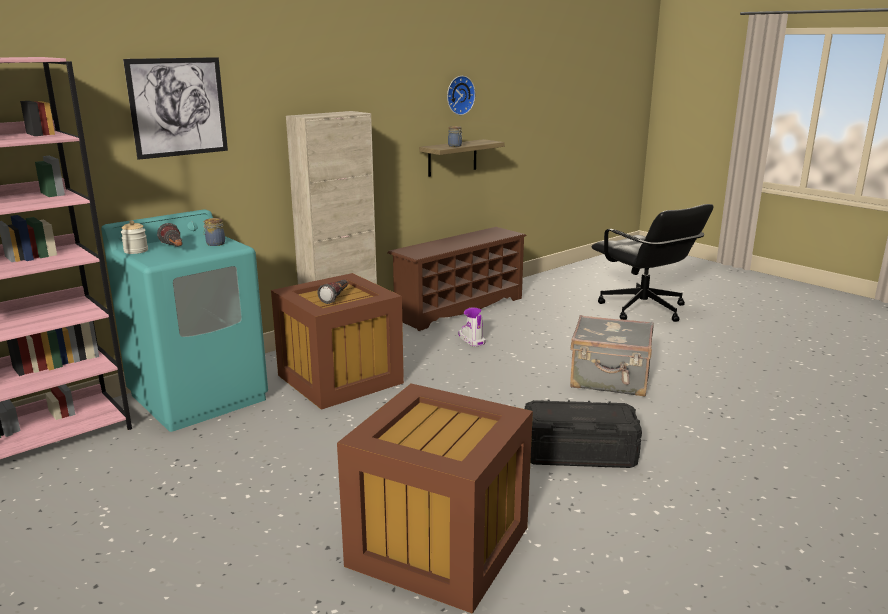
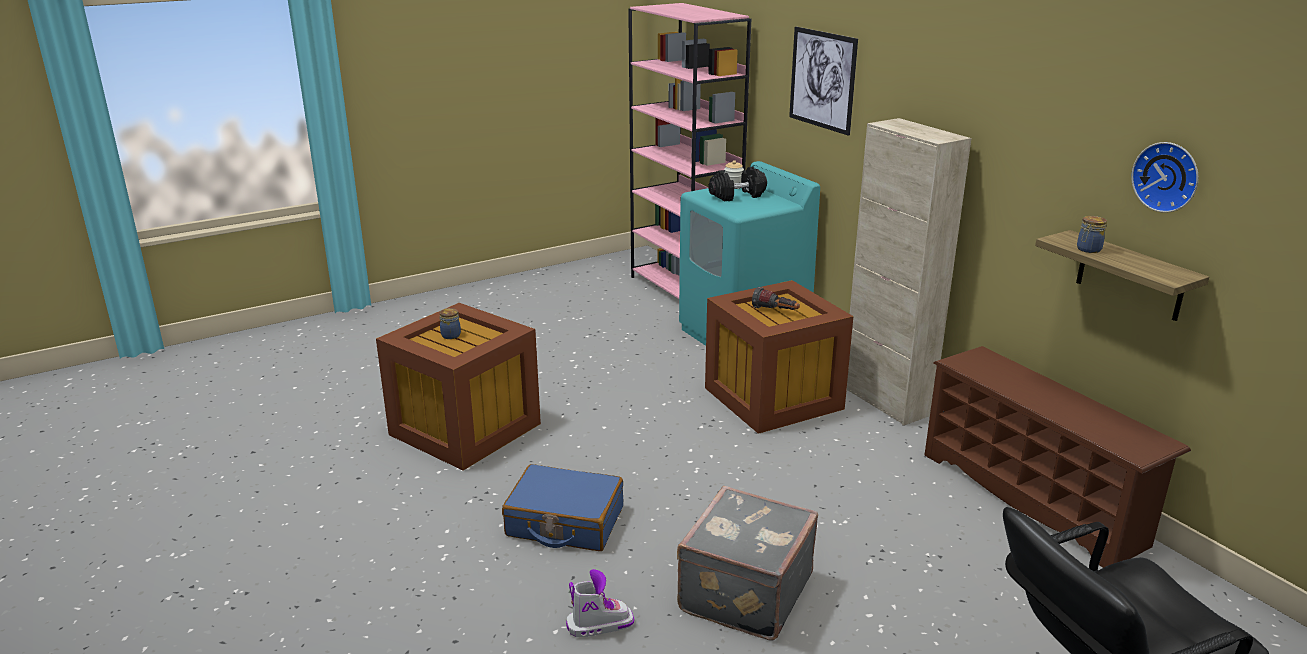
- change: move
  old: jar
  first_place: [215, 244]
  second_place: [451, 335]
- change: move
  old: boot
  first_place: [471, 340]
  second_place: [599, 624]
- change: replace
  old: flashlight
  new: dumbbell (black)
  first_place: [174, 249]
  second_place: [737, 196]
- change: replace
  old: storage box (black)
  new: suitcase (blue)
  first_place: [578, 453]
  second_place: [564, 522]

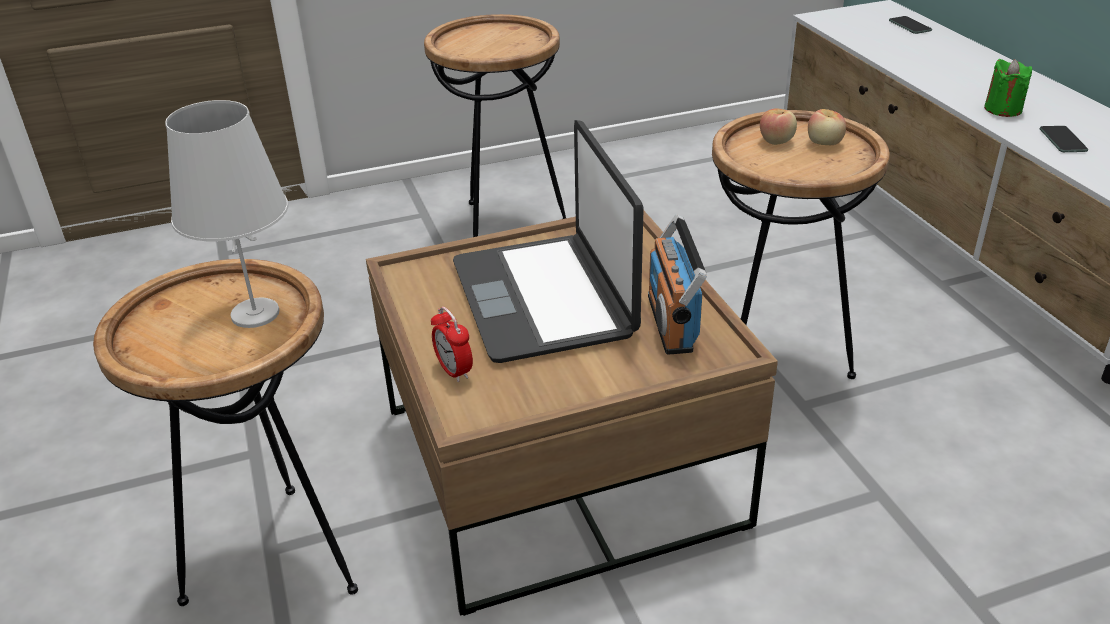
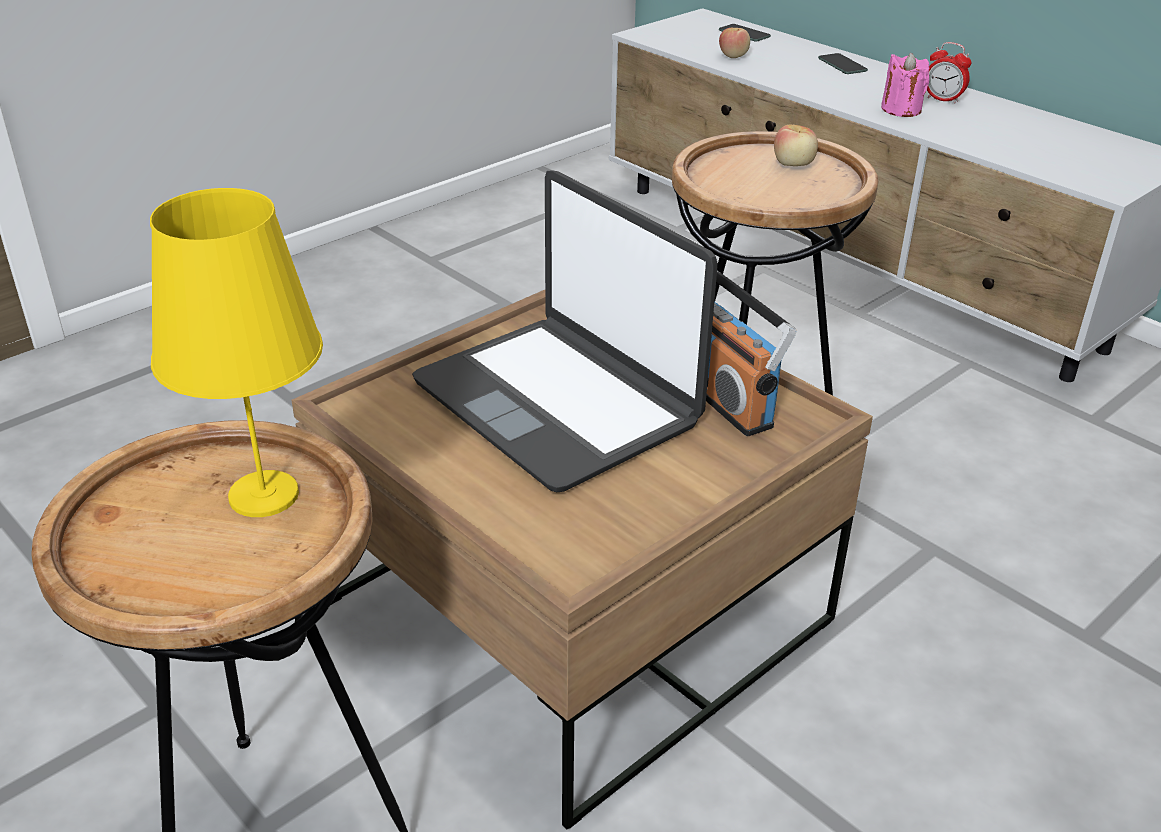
- change: delete
  old: side table (brown)
  first_place: [504, 226]
- change: move
  old: alarm clock
  first_place: [454, 371]
  second_place: [942, 99]
- change: move
  old: apple
  first_place: [776, 141]
  second_place: [733, 56]
- change: move
  old: phone
  first_place: [1062, 140]
  second_place: [842, 65]
- change: recolor
  old: table lamp (white)
  new: table lamp (yellow)
  first_place: [256, 314]
  second_place: [265, 495]
- change: recolor
  old: candle (green)
  new: candle (pink)
  first_place: [1003, 109]
  second_place: [901, 110]

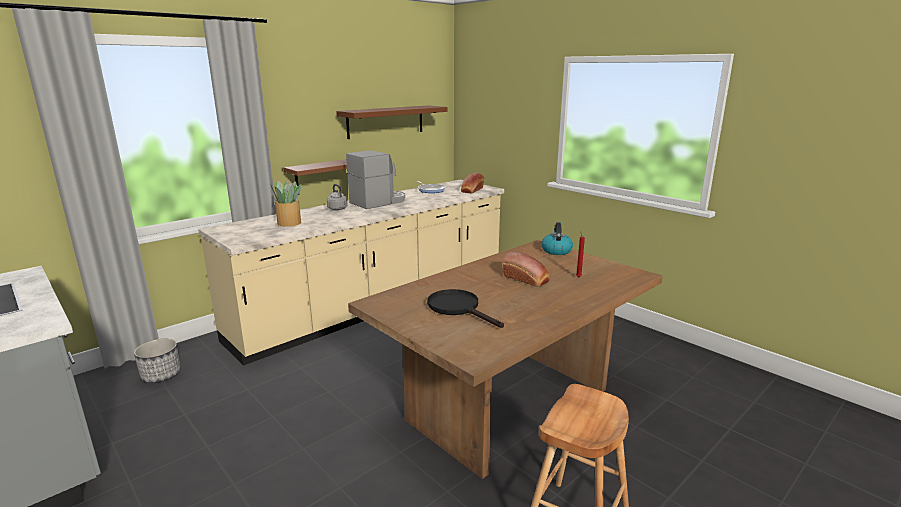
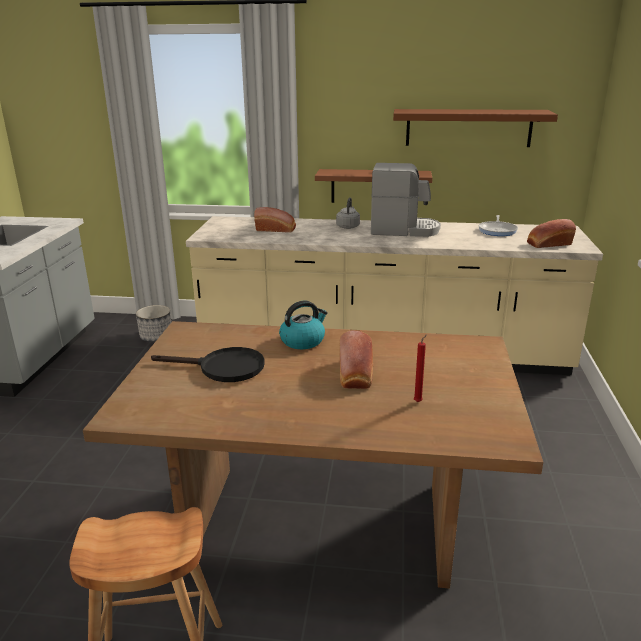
- change: move
  old: kettle
  first_place: [556, 250]
  second_place: [303, 341]
- change: replace
  old: potted plant
  new: bread
  first_place: [289, 223]
  second_place: [276, 229]
- change: rotate
  old: frying pan (black)
  first_place: [458, 308]
  second_place: [223, 368]
  degrees: 90

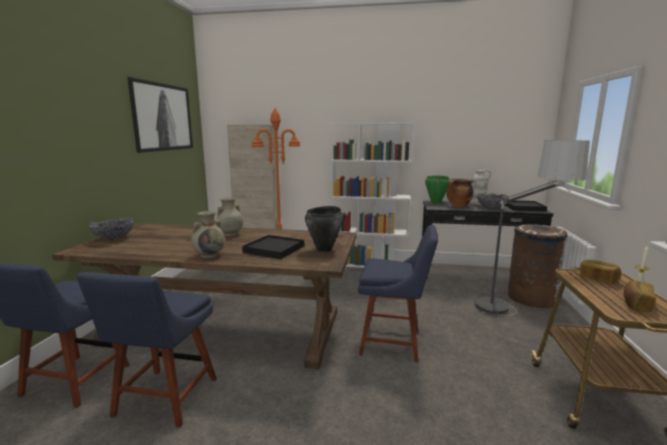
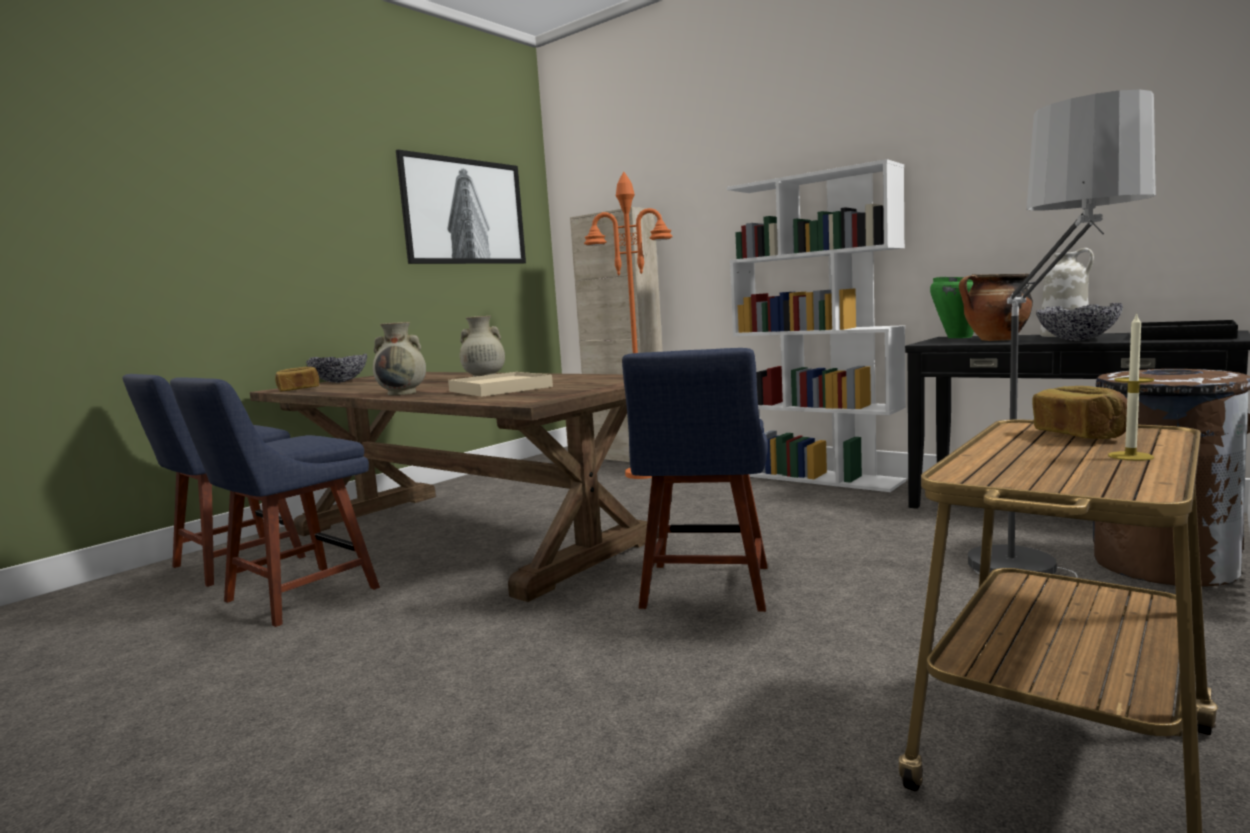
- change: delete
  old: cooking pot (black)
  first_place: [324, 249]
- change: move
  old: bread
  first_place: [636, 305]
  second_place: [299, 389]
- change: recolor
  old: tray (black)
  new: tray (beige)
  first_place: [274, 249]
  second_place: [500, 389]
- change: rotate
  old: chair (blue)
  first_place: [394, 342]
  second_place: [705, 590]
  degrees: 60

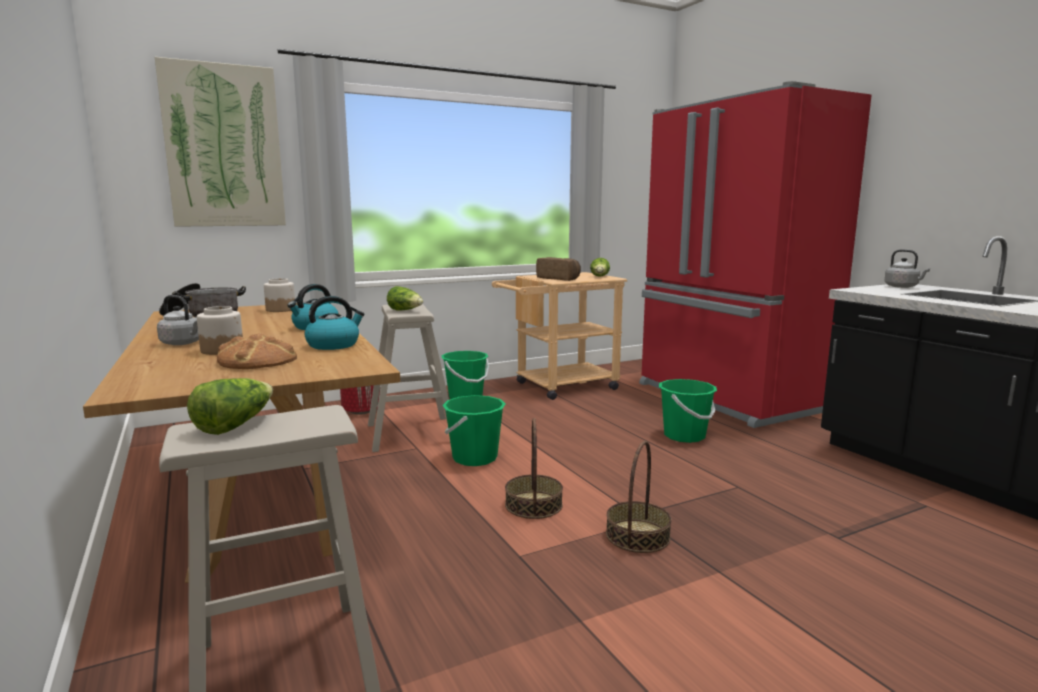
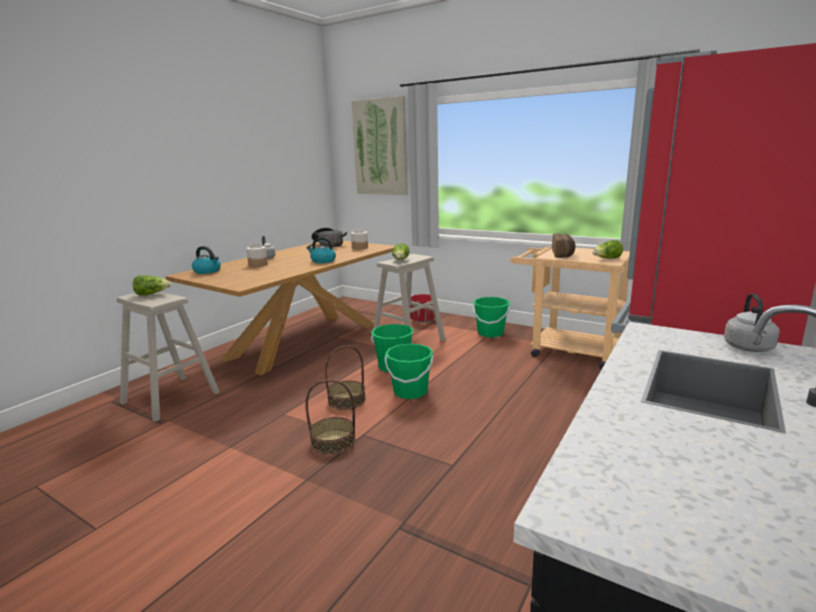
- change: delete
  old: bread
  first_place: [257, 361]
- change: move
  old: kettle
  first_place: [334, 345]
  second_place: [208, 271]
- change: move
  old: bucket (green)
  first_place: [684, 436]
  second_place: [410, 392]

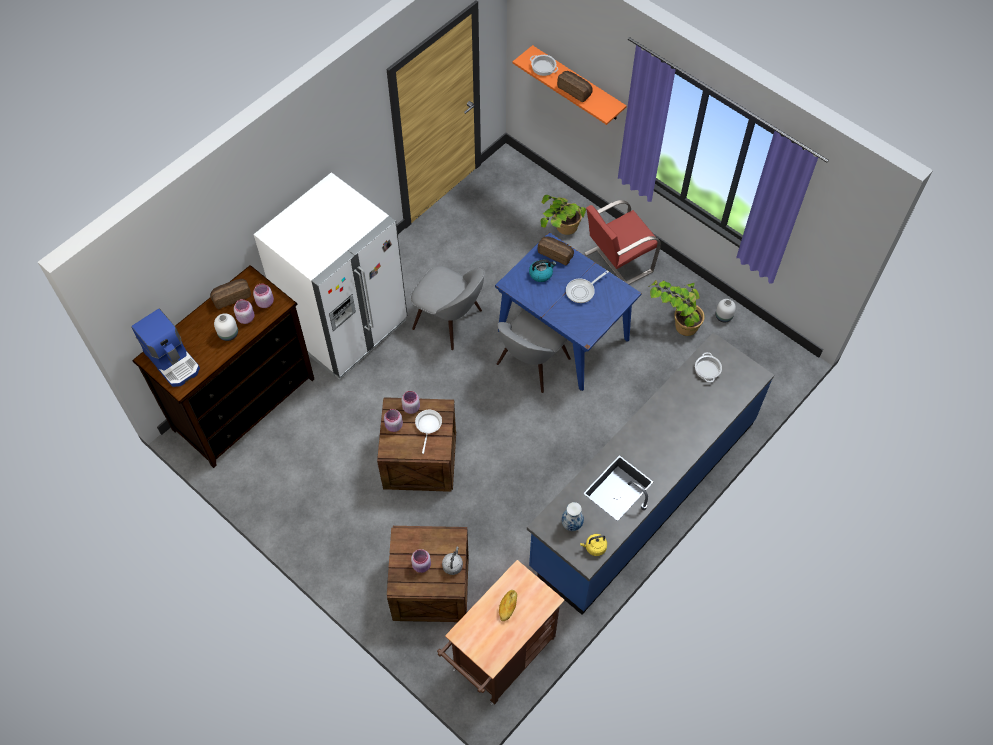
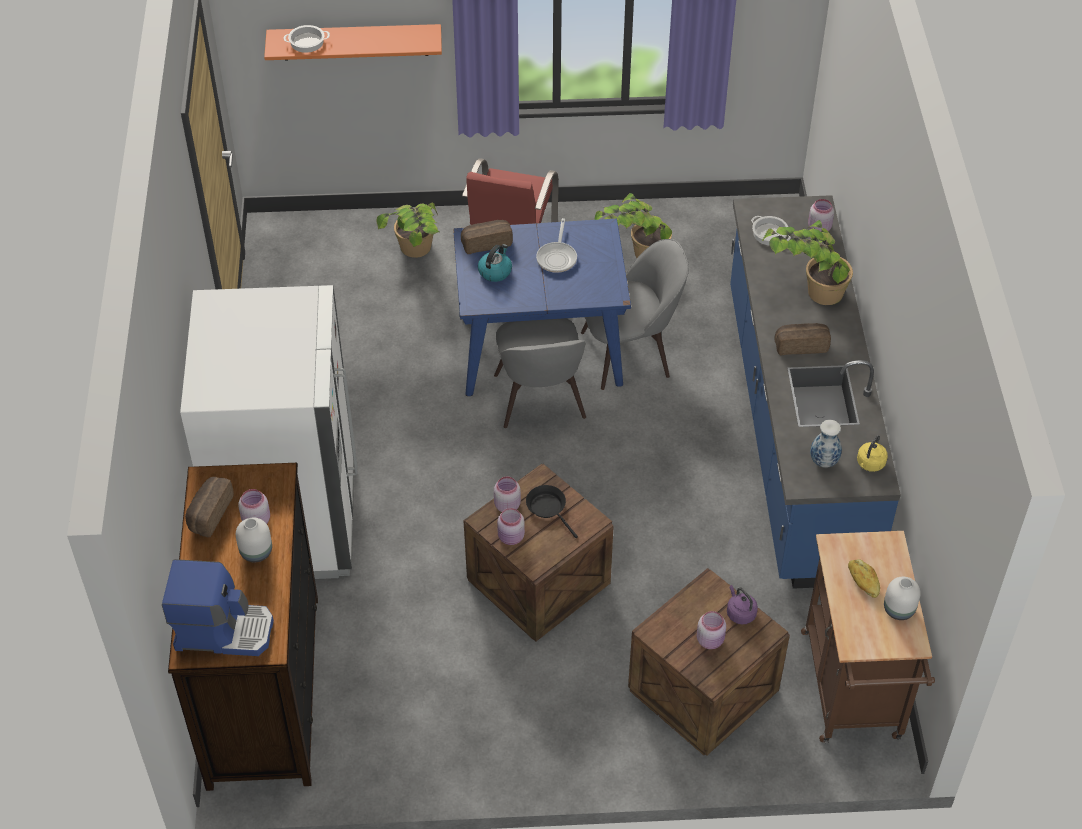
- change: insert
  new: potted plant
  second_place: [806, 292]
- change: move
  old: jar (pink)
  first_place: [265, 302]
  second_place: [818, 228]
- change: move
  old: chair (grey)
  first_place: [450, 321]
  second_place: [629, 353]
- change: move
  old: bread
  first_place: [575, 90]
  second_place: [801, 345]
- change: move
  old: vase (white)
  first_place: [723, 316]
  second_place: [898, 609]
- change: recolor
  old: frying pan (white)
  new: frying pan (black)
  first_place: [428, 426]
  second_place: [548, 508]
- change: recolor
  old: kettle (grey)
  new: kettle (purple)
  first_place: [453, 565]
  second_place: [740, 613]

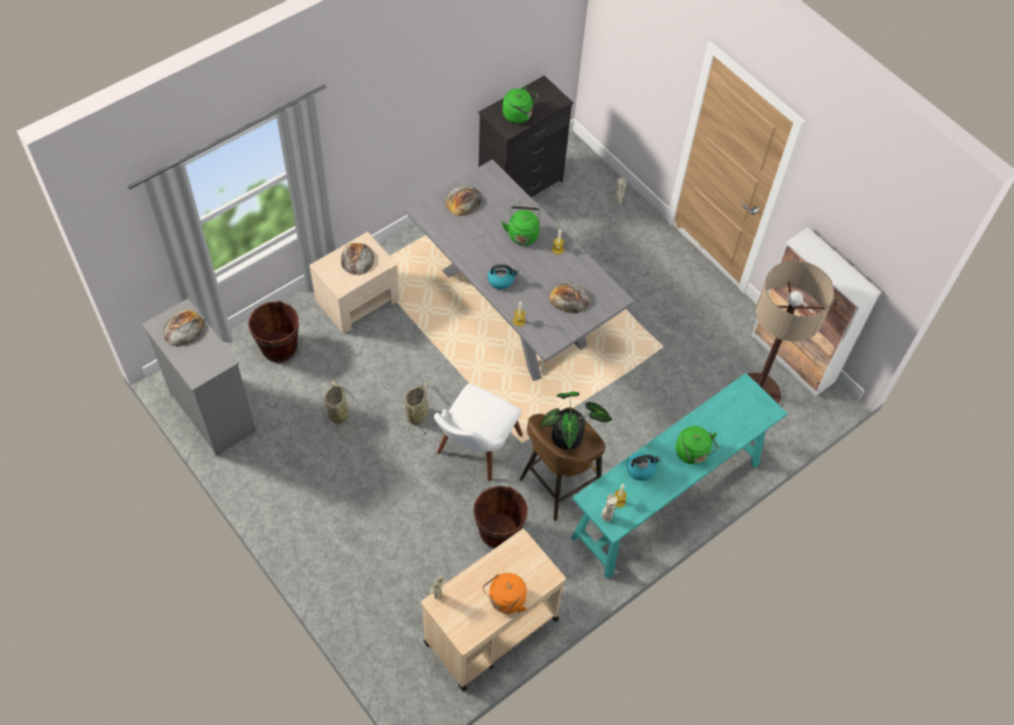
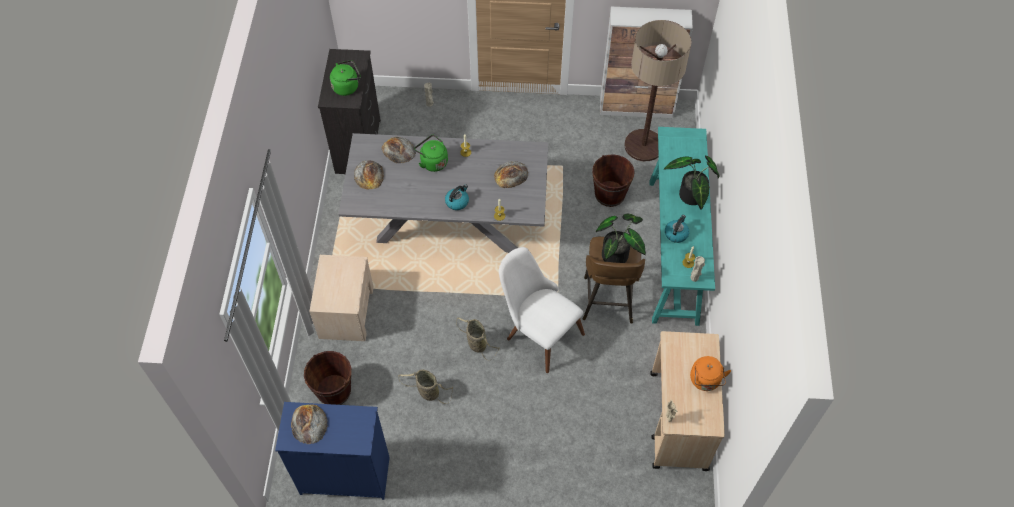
- change: move
  old: bread
  first_place: [357, 259]
  second_place: [398, 150]
- change: move
  old: bucket (brown)
  first_place: [498, 531]
  second_place: [609, 194]
- change: replace
  old: kettle (green)
  new: potted plant
  first_place: [693, 453]
  second_place: [690, 197]
- change: recolor
  old: dresser (grey)
  new: dresser (blue)
  first_place: [213, 411]
  second_place: [344, 475]
- change: rotate
  old: chair (white)
  first_place: [473, 452]
  second_place: [537, 331]
  degrees: 150

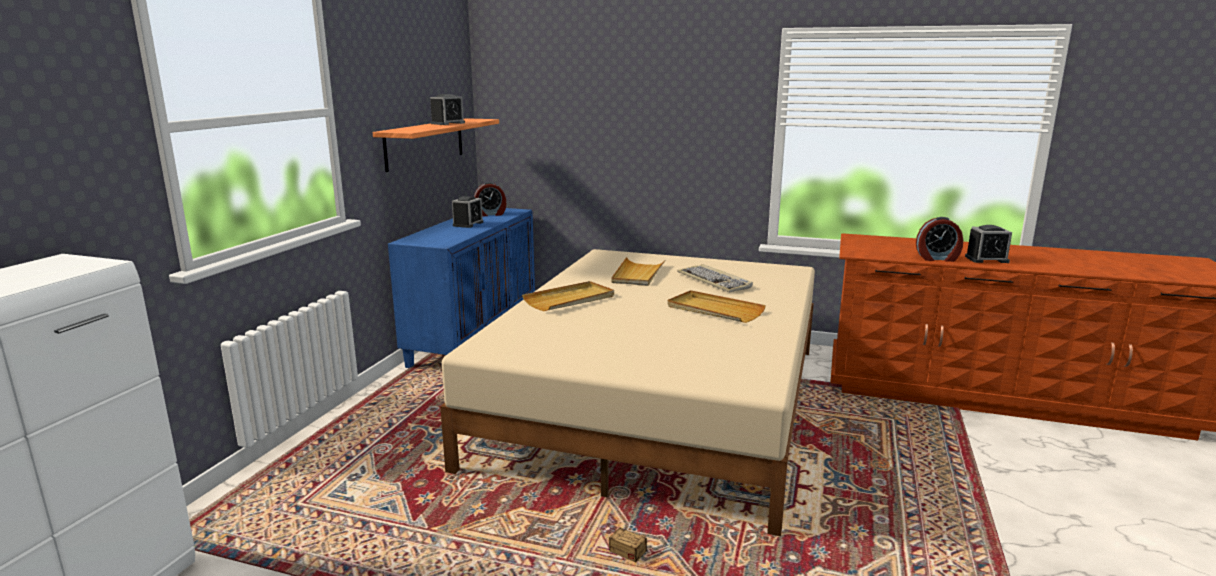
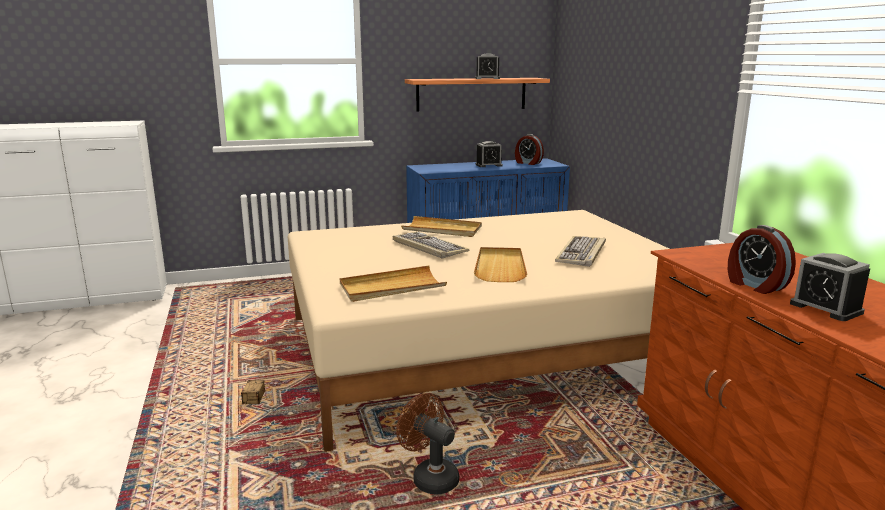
- change: insert
  new: keyboard
  second_place: [428, 247]
- change: insert
  new: fan (brown)
  second_place: [430, 477]
- change: move
  old: tray (beige)
  first_place: [638, 274]
  second_place: [391, 287]

